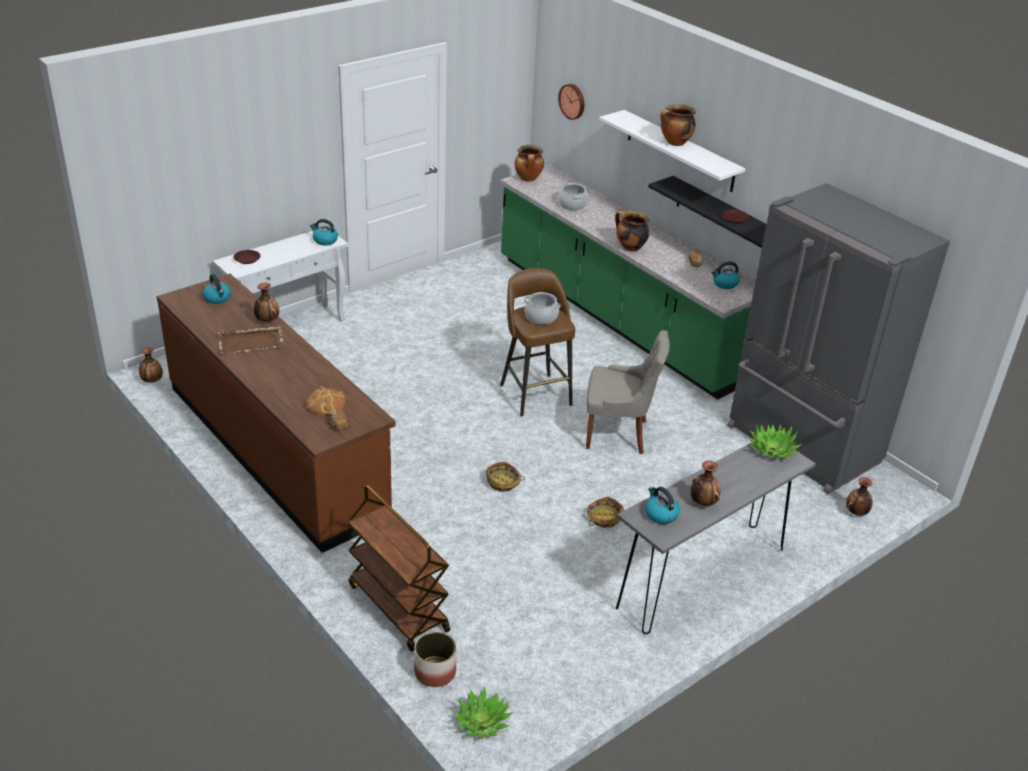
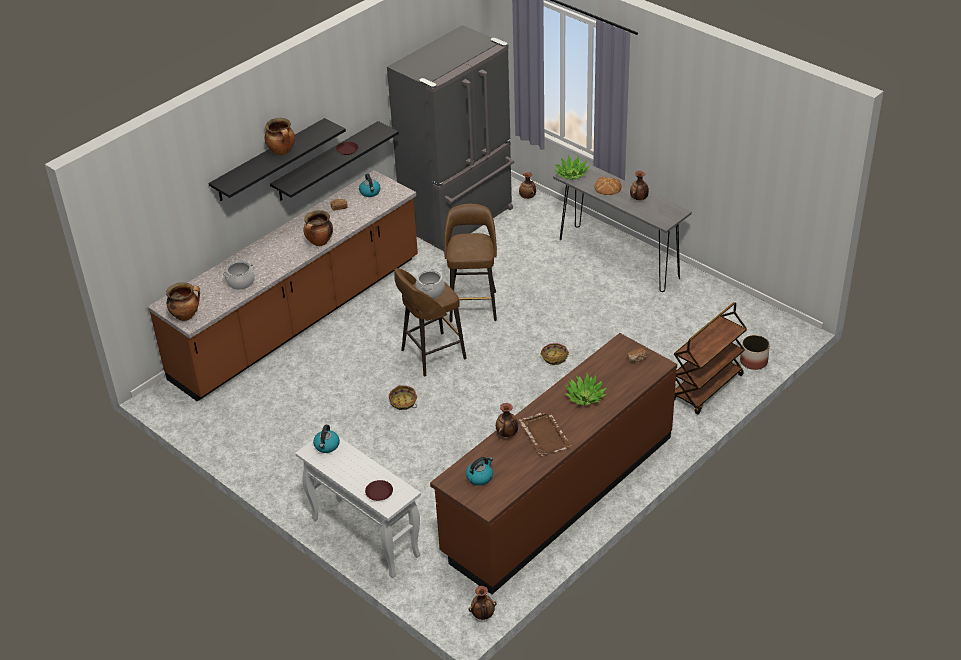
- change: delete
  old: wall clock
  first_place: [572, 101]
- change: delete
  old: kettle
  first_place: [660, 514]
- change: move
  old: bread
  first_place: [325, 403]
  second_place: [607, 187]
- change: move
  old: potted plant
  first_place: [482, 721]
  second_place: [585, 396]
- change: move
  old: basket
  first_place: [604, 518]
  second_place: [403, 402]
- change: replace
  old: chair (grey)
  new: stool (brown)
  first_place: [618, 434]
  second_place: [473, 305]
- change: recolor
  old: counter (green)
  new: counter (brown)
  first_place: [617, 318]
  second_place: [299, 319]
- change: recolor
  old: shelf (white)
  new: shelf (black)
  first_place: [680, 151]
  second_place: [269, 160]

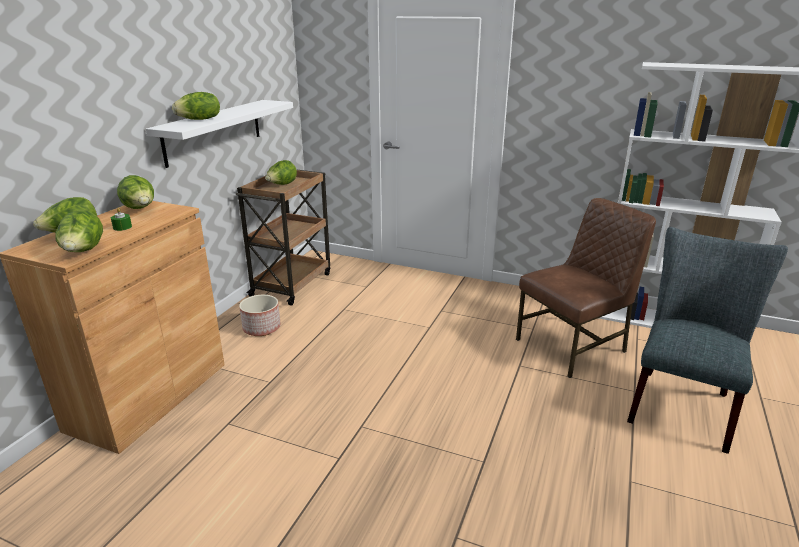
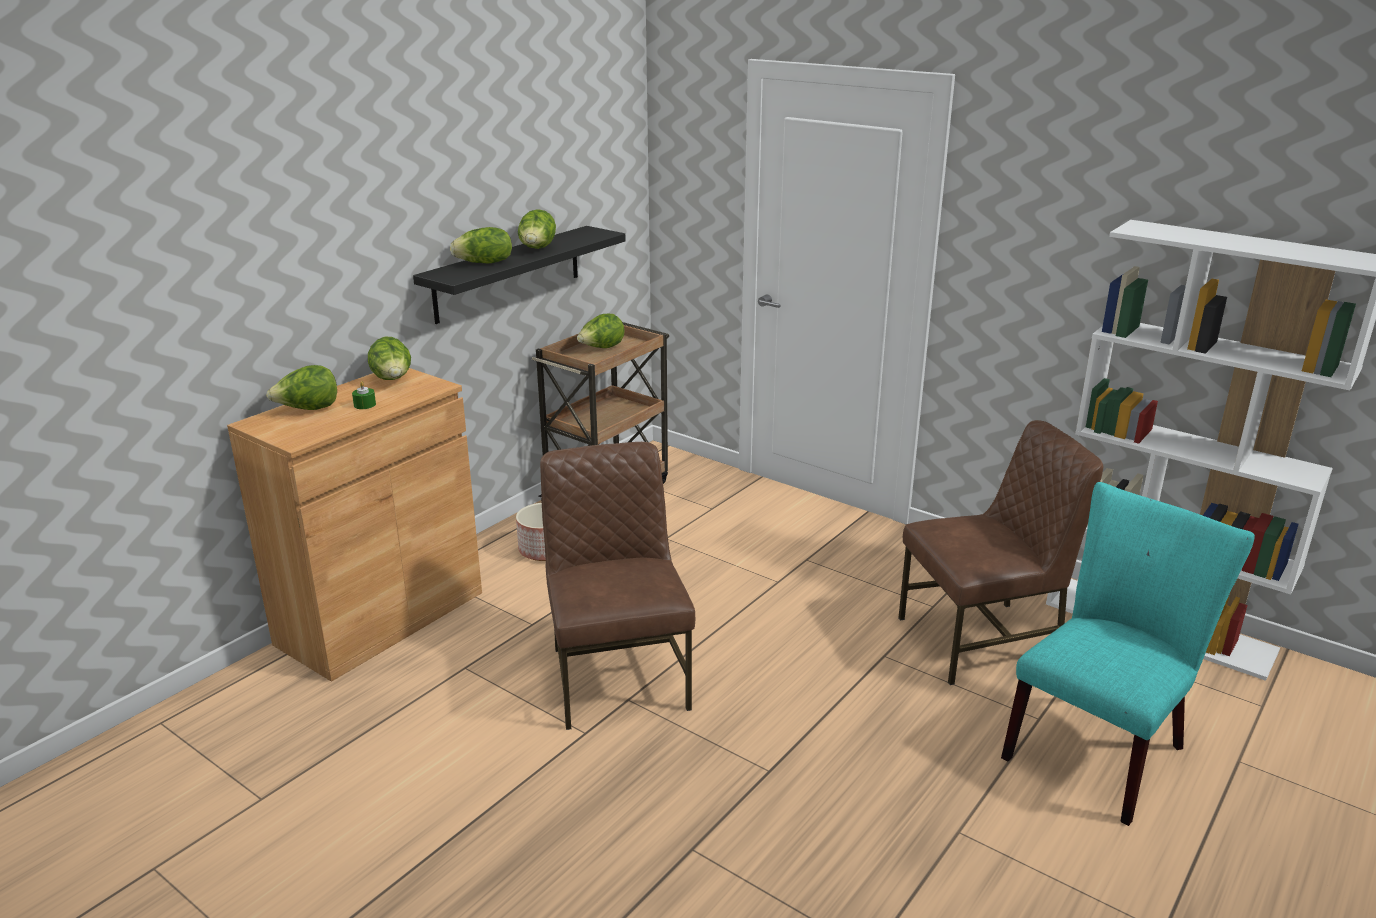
- change: insert
  new: chair (brown)
  second_place: [617, 676]
- change: move
  old: lettuce
  first_place: [83, 252]
  second_place: [537, 249]
- change: recolor
  old: shelf (white)
  new: shelf (black)
  first_place: [214, 131]
  second_place: [508, 273]
- change: recolor
  old: chair (grey)
  new: chair (turquoise)
  first_place: [681, 403]
  second_place: [1101, 748]

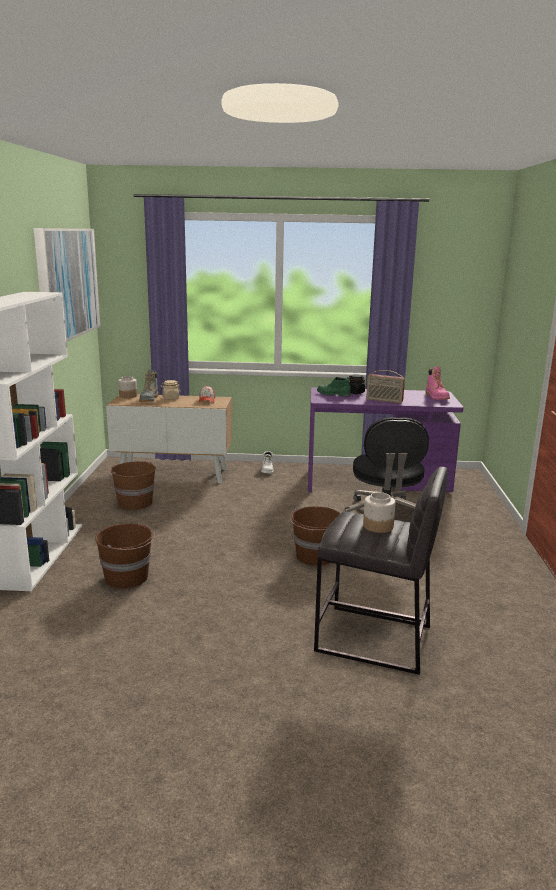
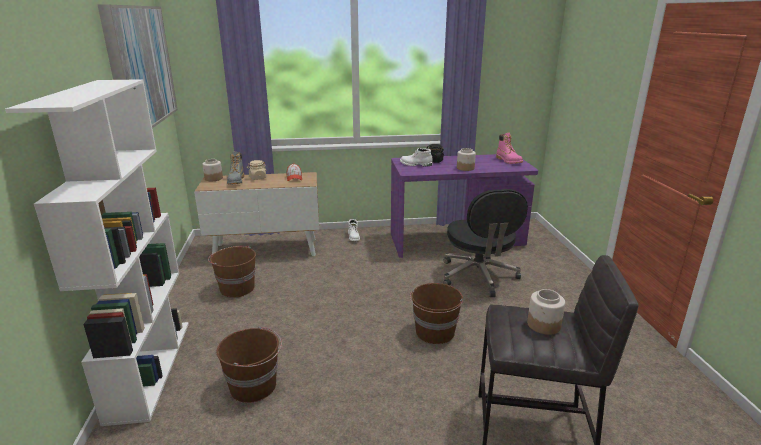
- change: replace
  old: radio
  new: jar
  first_place: [384, 400]
  second_place: [465, 168]
- change: recolor
  old: boot (green)
  new: boot (white)
  first_place: [333, 394]
  second_place: [415, 164]

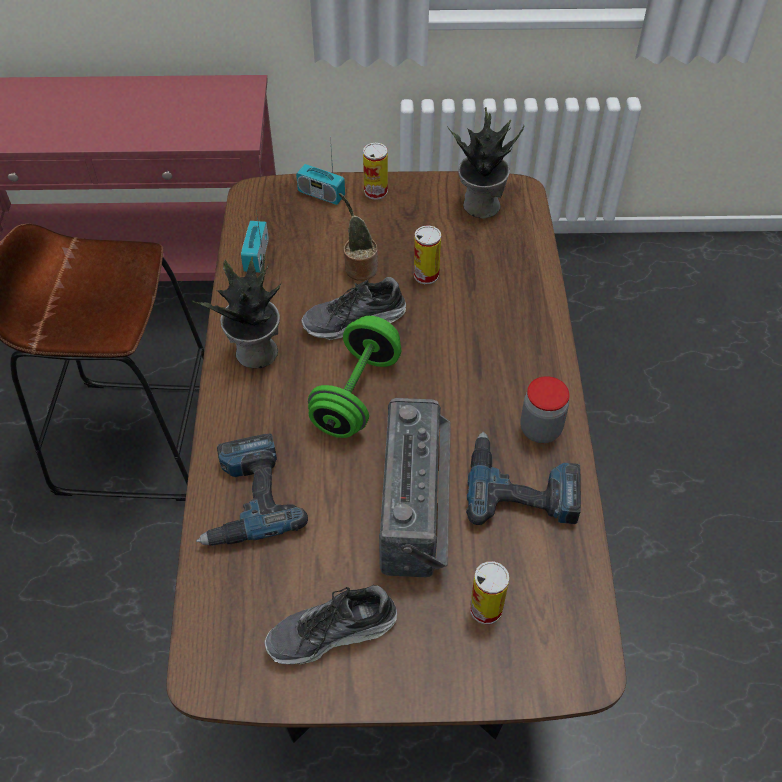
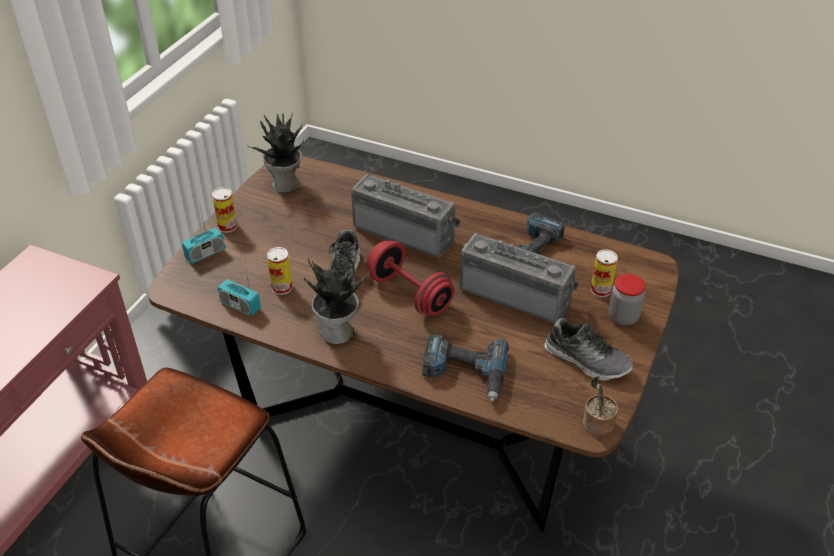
- change: insert
  new: radio
  second_place: [406, 231]
- change: move
  old: potted plant
  first_place: [359, 267]
  second_place: [596, 425]
- change: move
  old: can
  first_place: [426, 275]
  second_place: [282, 287]
- change: move
  old: jar
  first_place: [540, 429]
  second_place: [623, 317]
- change: recolor
  old: dumbbell (green)
  new: dumbbell (red)
  first_place: [356, 394]
  second_place: [409, 294]
- change: rotate
  old: shoe
  first_place: [332, 632]
  second_place: [587, 360]
  degrees: -60

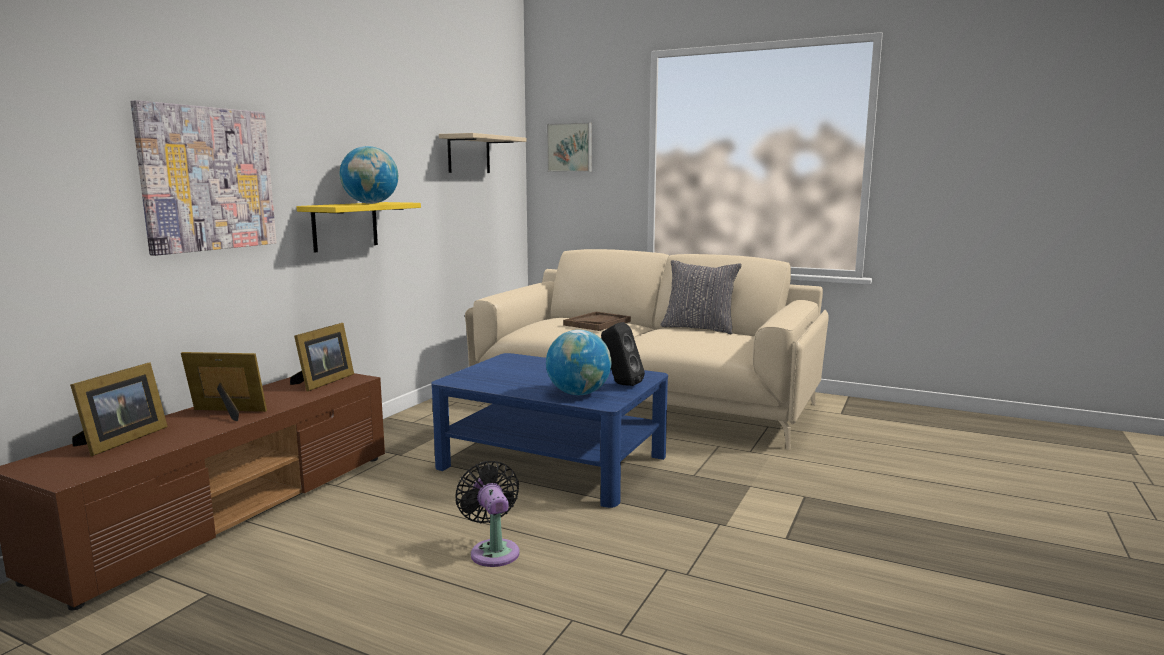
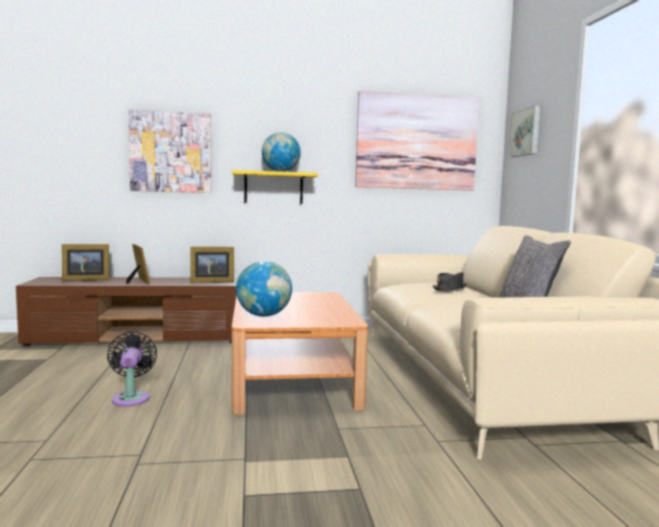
- change: delete
  old: speaker (black)
  first_place: [620, 384]
- change: replace
  old: shelf (beige)
  new: picture
  first_place: [469, 154]
  second_place: [416, 142]
- change: replace
  old: tray (brown)
  new: hat (black)
  first_place: [597, 323]
  second_place: [450, 289]
- change: recolor
  old: coffee table (blue)
  new: coffee table (brown)
  first_place: [553, 462]
  second_place: [293, 379]
- change: rotate
  old: fan (black)
  first_place: [493, 551]
  second_place: [131, 397]
  degrees: -45

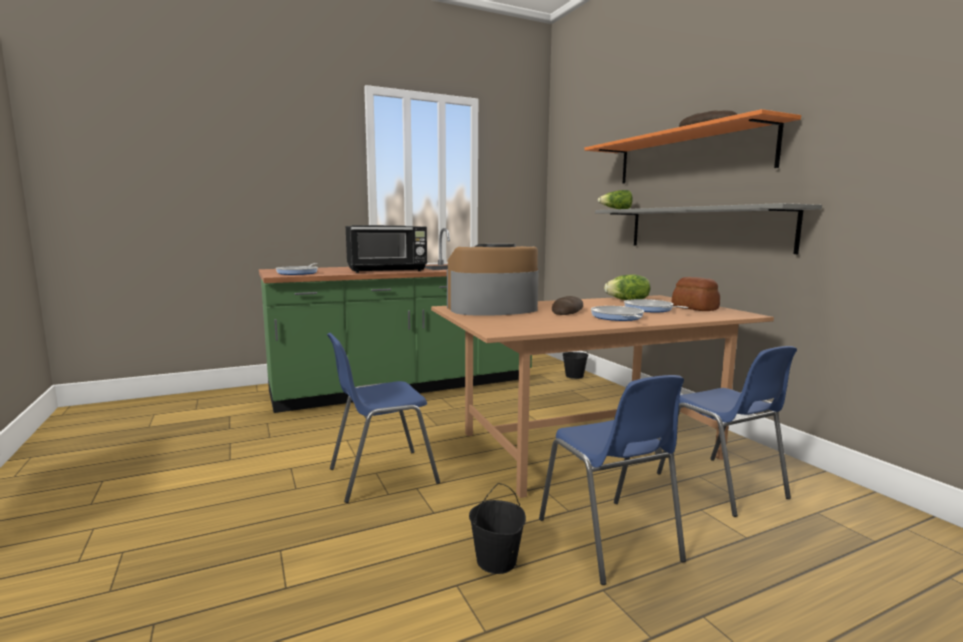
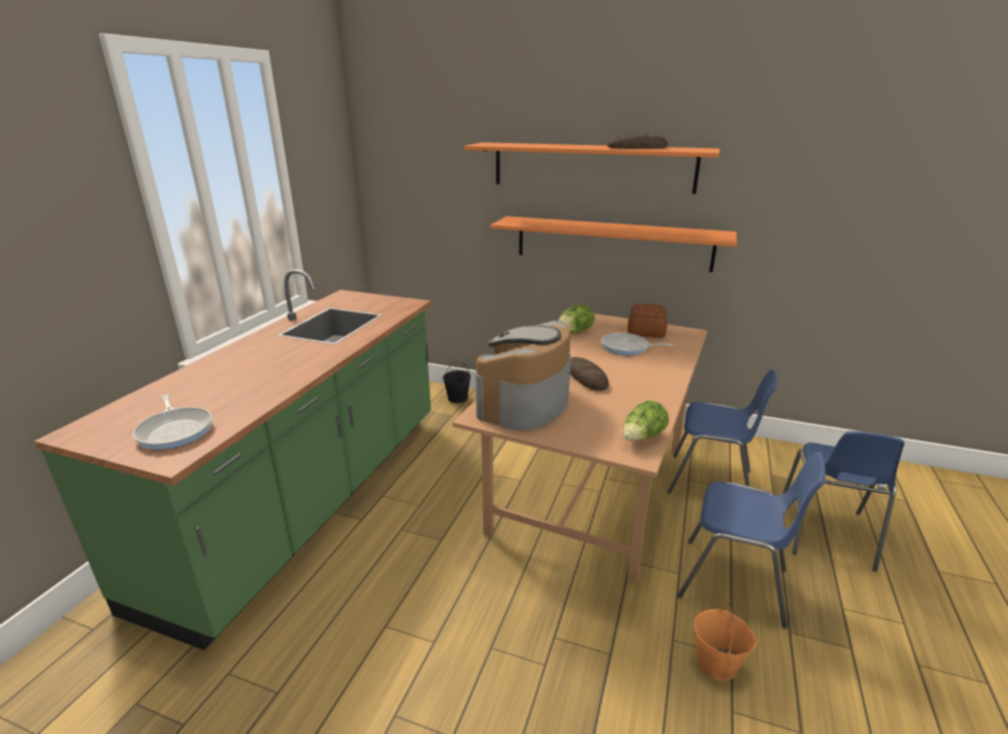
- change: delete
  old: microwave (black)
  first_place: [387, 270]
- change: delete
  old: frying pan
  first_place: [617, 317]
- change: move
  old: chair (blue)
  first_place: [381, 475]
  second_place: [825, 533]
- change: move
  old: lettuce
  first_place: [616, 209]
  second_place: [642, 437]
- change: recolor
  old: bucket (black)
  new: bucket (orange)
  first_place: [497, 561]
  second_place: [717, 664]
- change: recolor
  old: shelf (grey)
  new: shelf (orange)
  first_place: [704, 228]
  second_place: [612, 243]

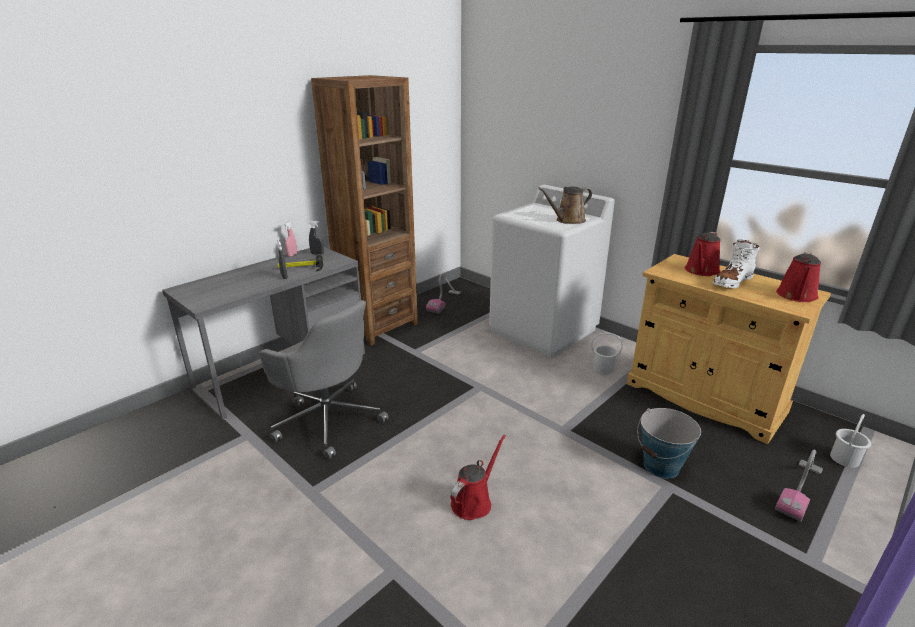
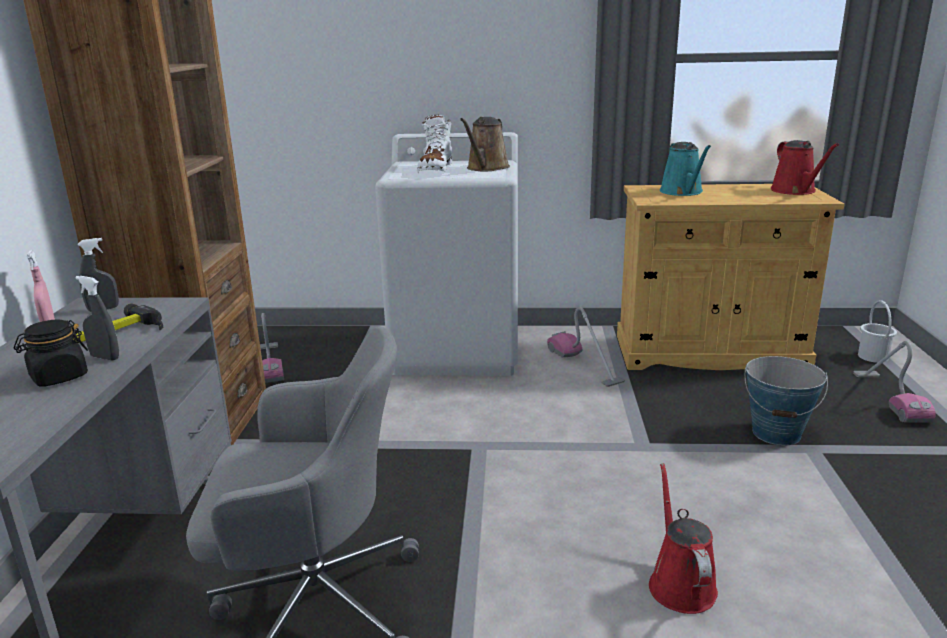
- change: insert
  new: jar (black)
  second_place: [59, 377]
- change: move
  old: boot (white)
  first_place: [732, 282]
  second_place: [435, 169]
- change: replace
  old: bucket (white)
  new: vacuum cleaner
  first_place: [603, 369]
  second_place: [584, 364]
- change: recolor
  old: watering can (red)
  new: watering can (turquoise)
  first_place: [701, 271]
  second_place: [683, 192]

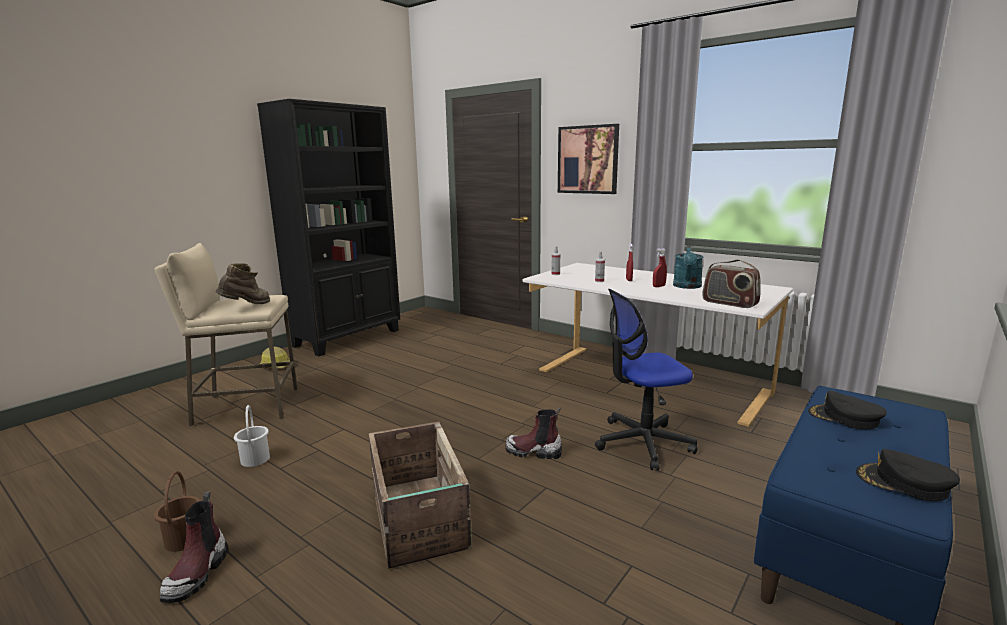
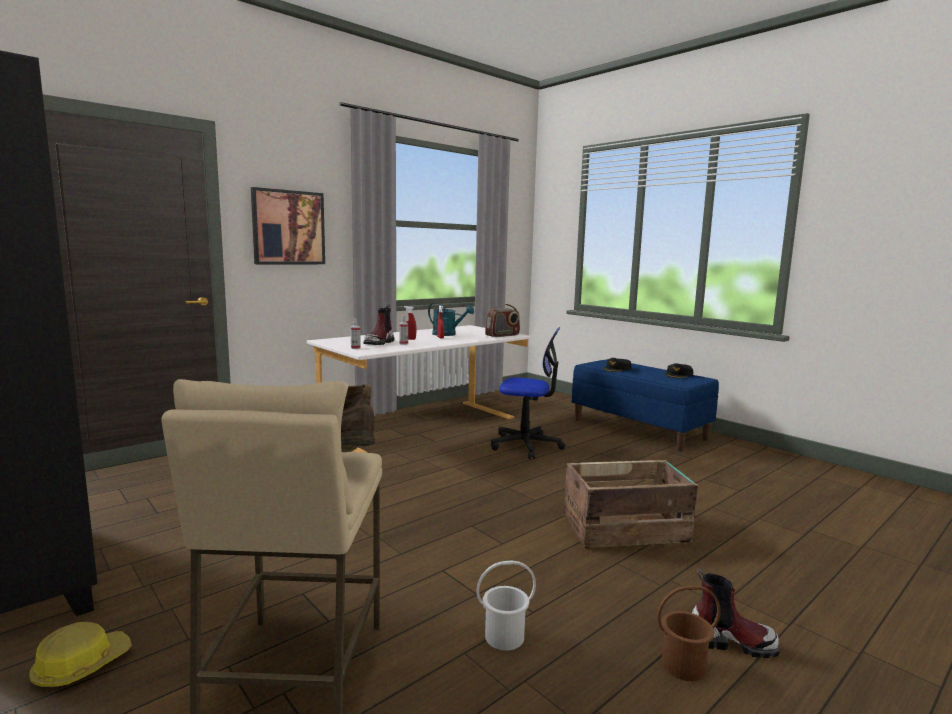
- change: move
  old: boot
  first_place: [533, 452]
  second_place: [379, 342]
- change: rotate
  old: office chair
  first_place: [642, 443]
  second_place: [526, 445]
  degrees: -75

